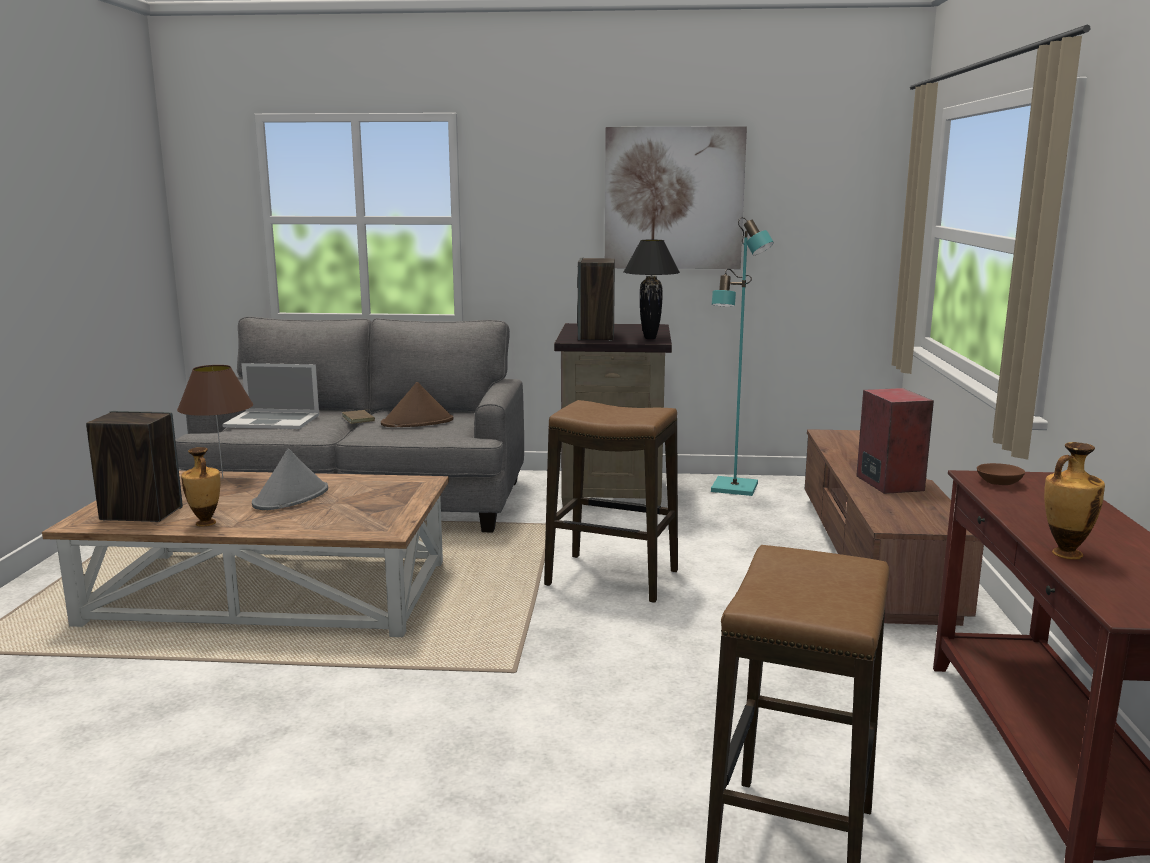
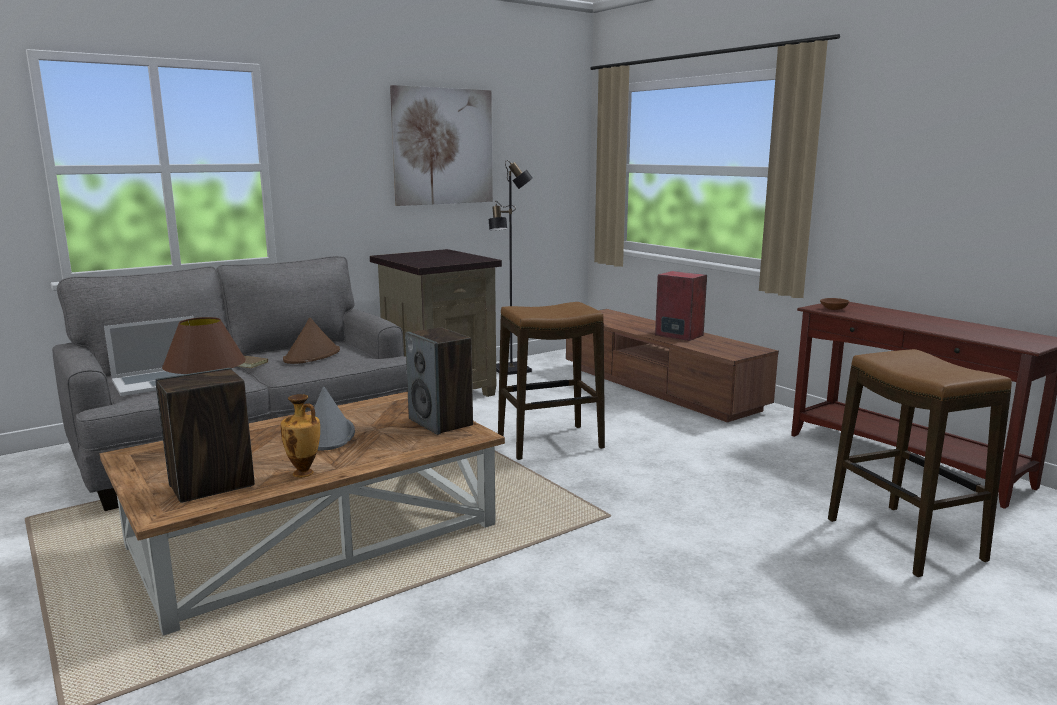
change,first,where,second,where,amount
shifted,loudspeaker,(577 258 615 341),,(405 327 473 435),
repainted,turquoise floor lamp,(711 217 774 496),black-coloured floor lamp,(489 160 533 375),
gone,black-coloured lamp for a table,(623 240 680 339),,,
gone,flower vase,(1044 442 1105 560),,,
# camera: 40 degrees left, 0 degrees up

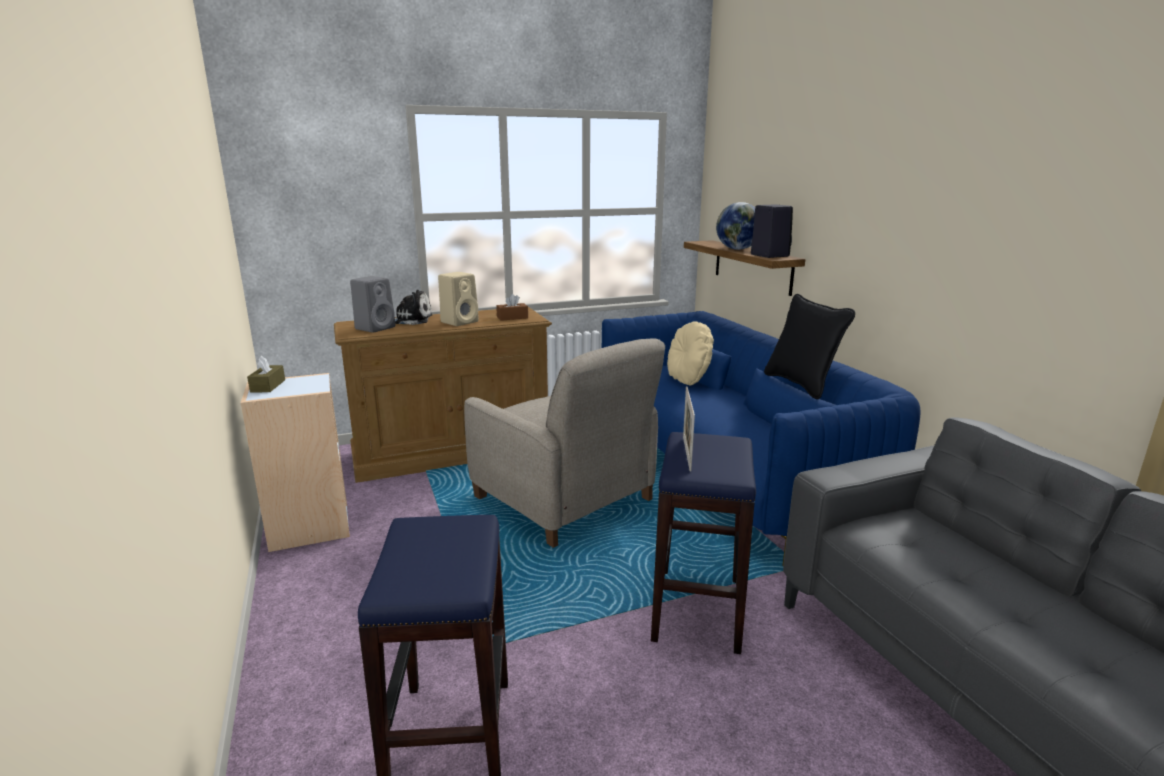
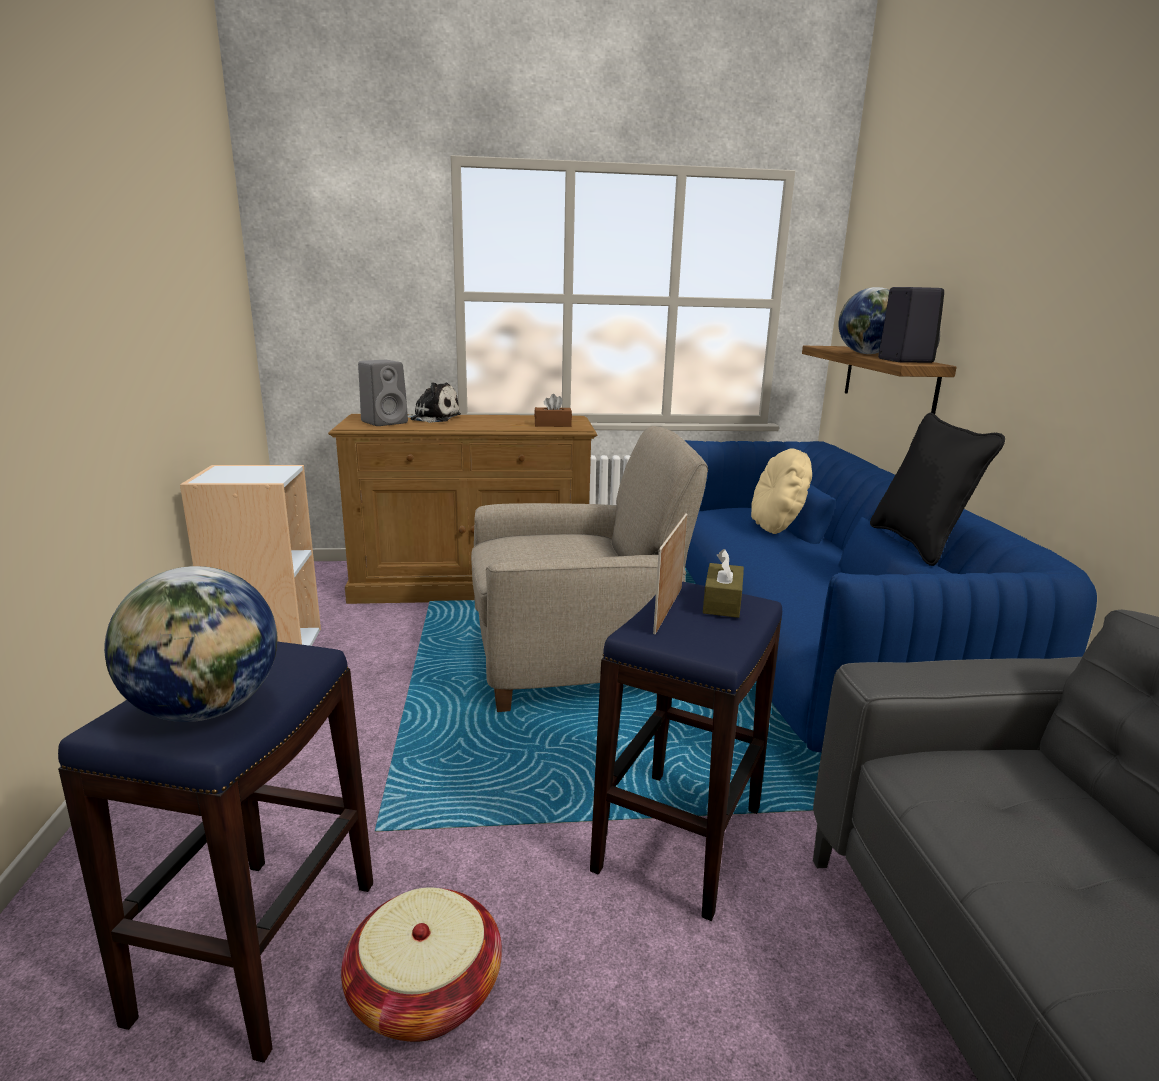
change,first,where,second,where,amount
new,,,globe,(104 566 277 722),
new,,,basket,(341 887 502 1042),
rotated,beige armchair,(464 338 665 548),,(471 426 708 712),75 degrees counterclockwise
shifted,brown-coloured tissue holder,(247 355 285 393),,(703 549 744 618),
gone,beige loudspeaker,(438 272 479 326),,,
# camera: 15 degrees right, 0 degrees up

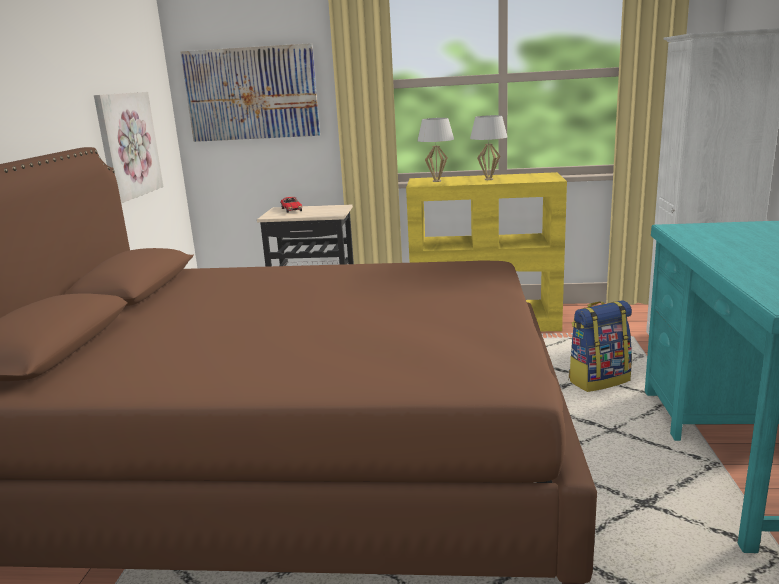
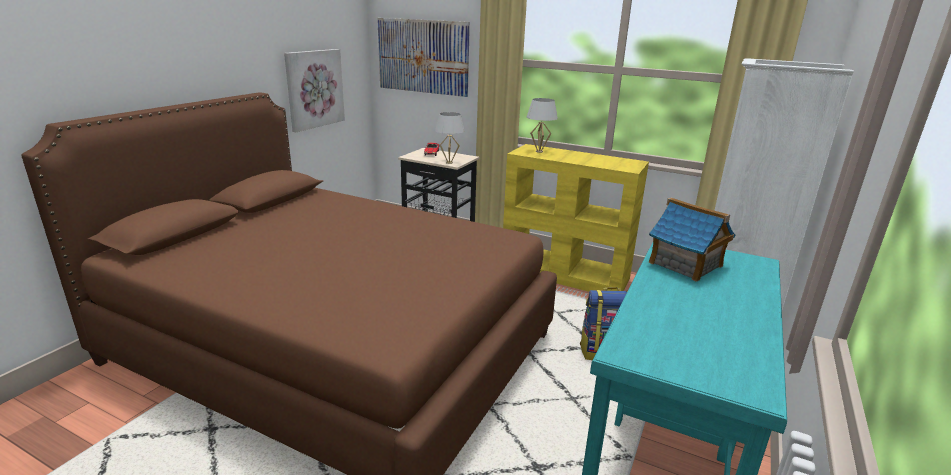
change,first,where,second,where,amount
shifted,whitish lamp for a table,(470 115 508 180),,(435 112 464 164),
new,,,miniature house,(648 198 735 282),
# camera: 20 degrees right, 5 degrees up

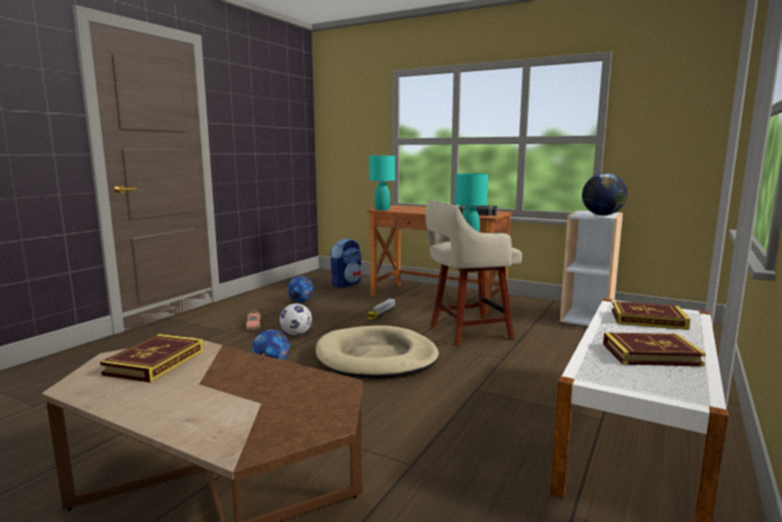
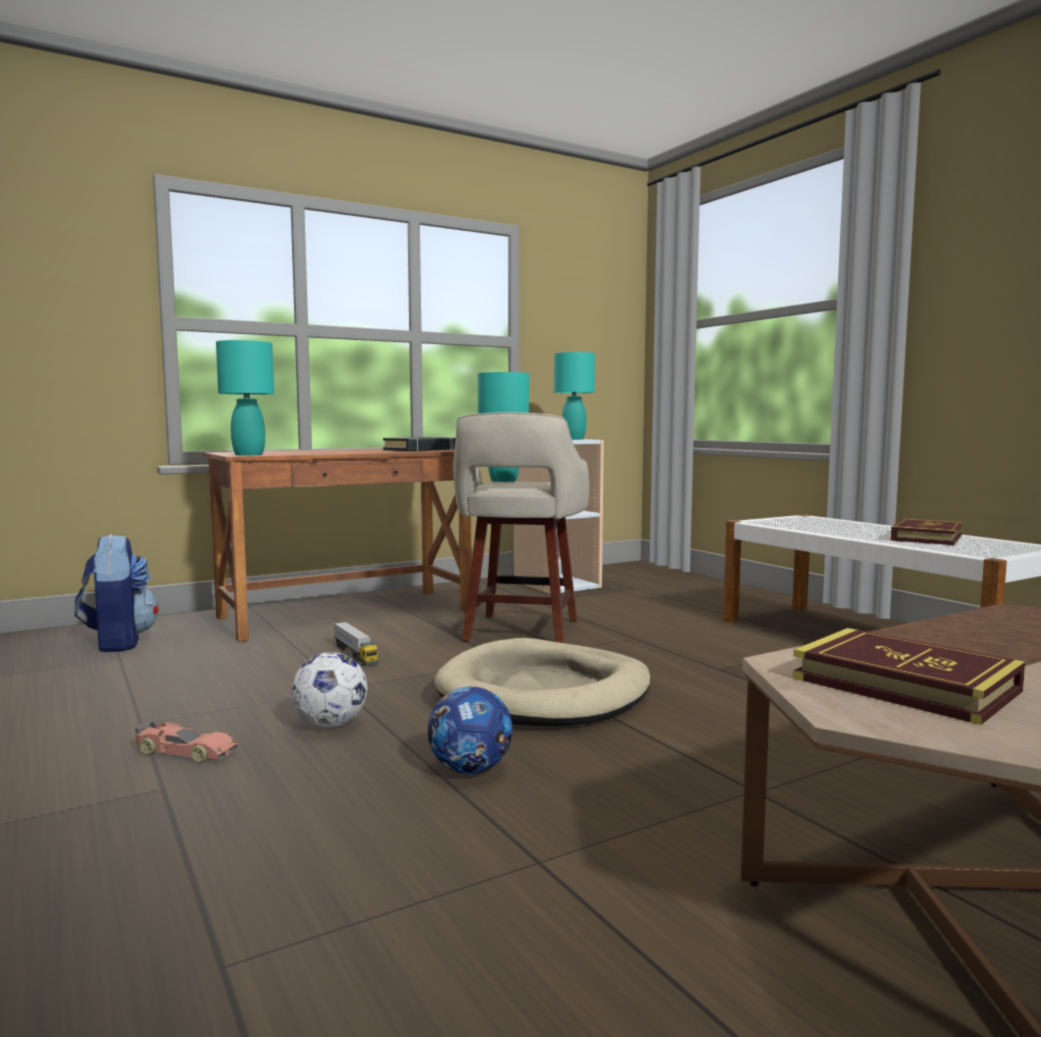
change,first,where,second,where,amount
swapped,globe,(582 173 627 215),turquoise lamp for a table,(554 352 595 440),
gone,football,(287 276 314 302),,,
gone,bound book,(612 301 690 330),,,
# camera: 60 degrees left, 5 degrees down

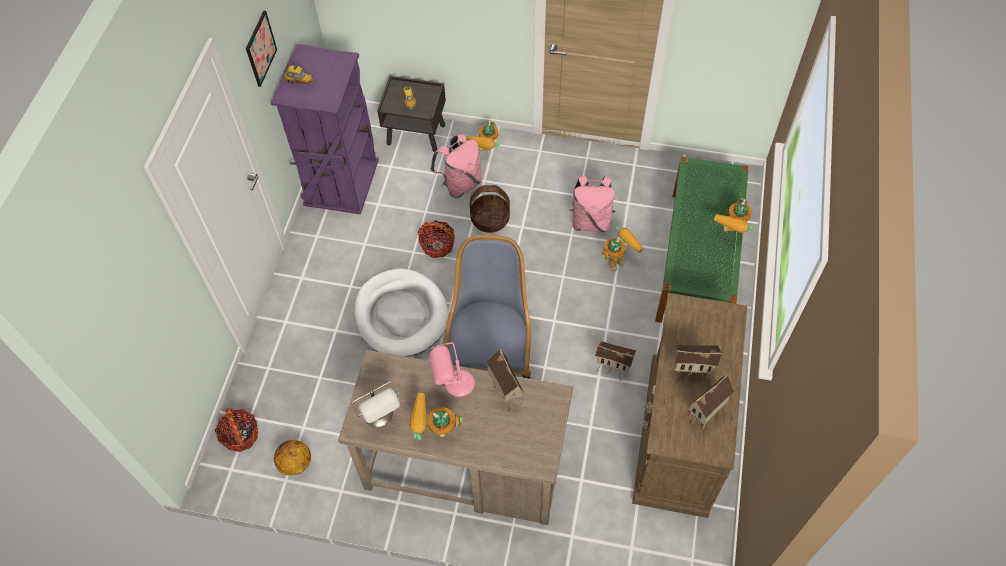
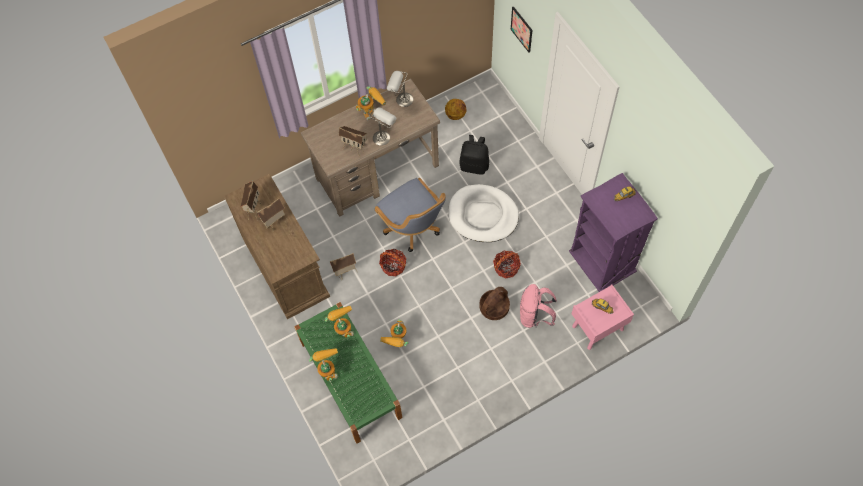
change,first,where,second,where,amount
shifted,model robot,(466 120 500 152),,(325 306 354 337),
repainted,pink-coloured lamp for a table,(429 342 475 397),whitish lamp for a table,(369 107 396 146),
shifted,basket,(215 408 258 452),,(379 249 406 276),
new,,,black-coloured rucksack,(459 135 489 175),
shifted,wall art,(246 11 277 87),,(511 6 532 53),
repainted,brown-coloured nightstand,(377 75 446 152),pink-coloured nightstand,(572 284 634 350),
gone,pink-coloured rucksack,(569 175 615 232),,,
# camera: 140 degrees right, 5 degrees up

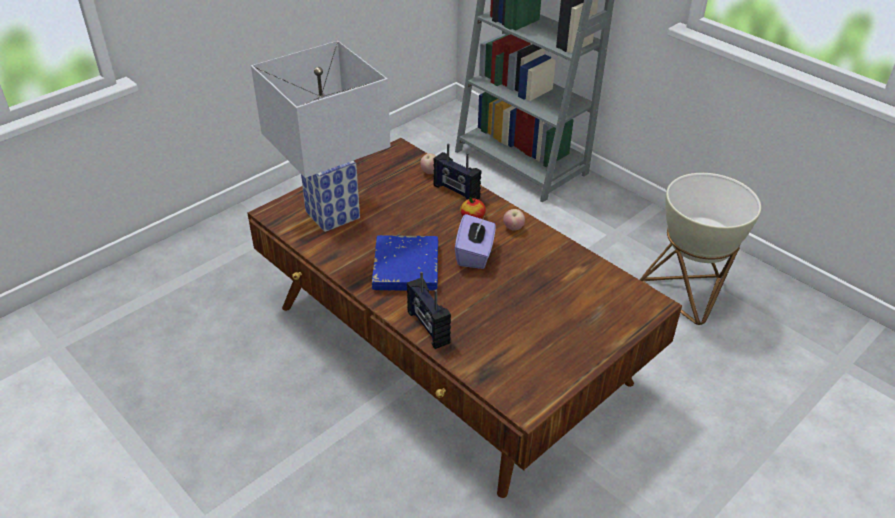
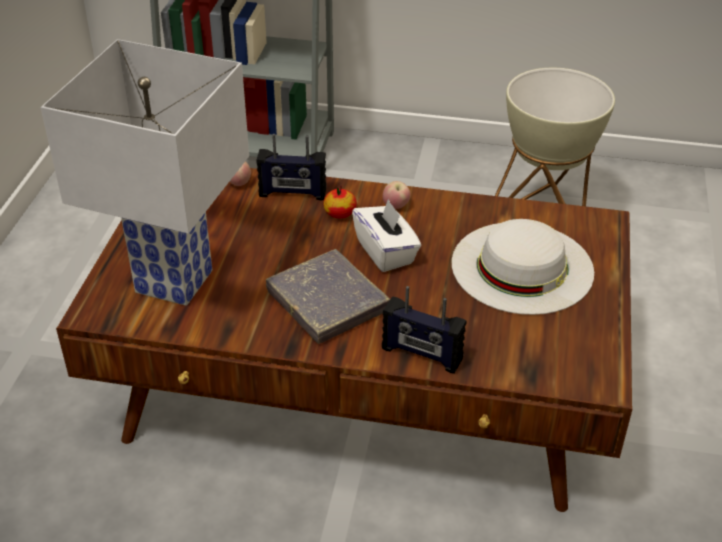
change,first,where,second,where,amount
repainted,blue bound book,(372 235 438 291),grey bound book,(266 249 390 344),
repainted,purple-coloured tissue holder,(455 214 496 269),whitish tissue holder,(352 199 421 272),
new,,,whitish clothing hat,(452 219 594 315),
# camera: 35 degrees left, 0 degrees up

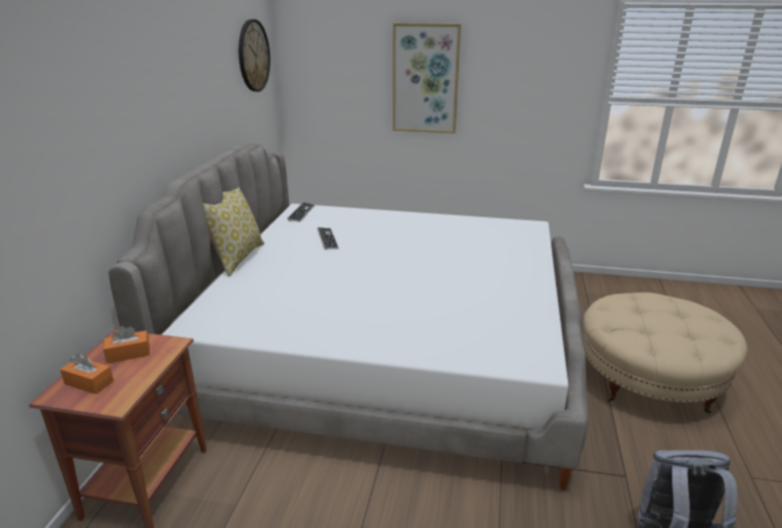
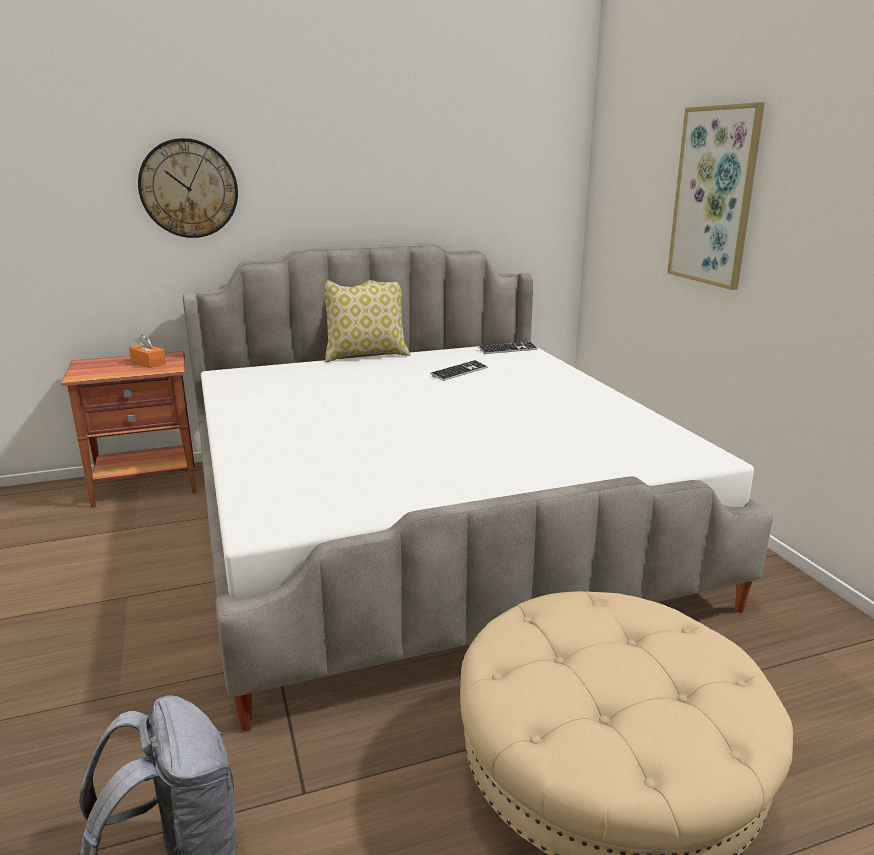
change,first,where,second,where,amount
shifted,clock on the wall,(239 19 270 92),,(138 138 238 238),
gone,orange-coloured tissue holder,(60 354 114 394),,,
# camera: 60 degrees right, 5 degrees down

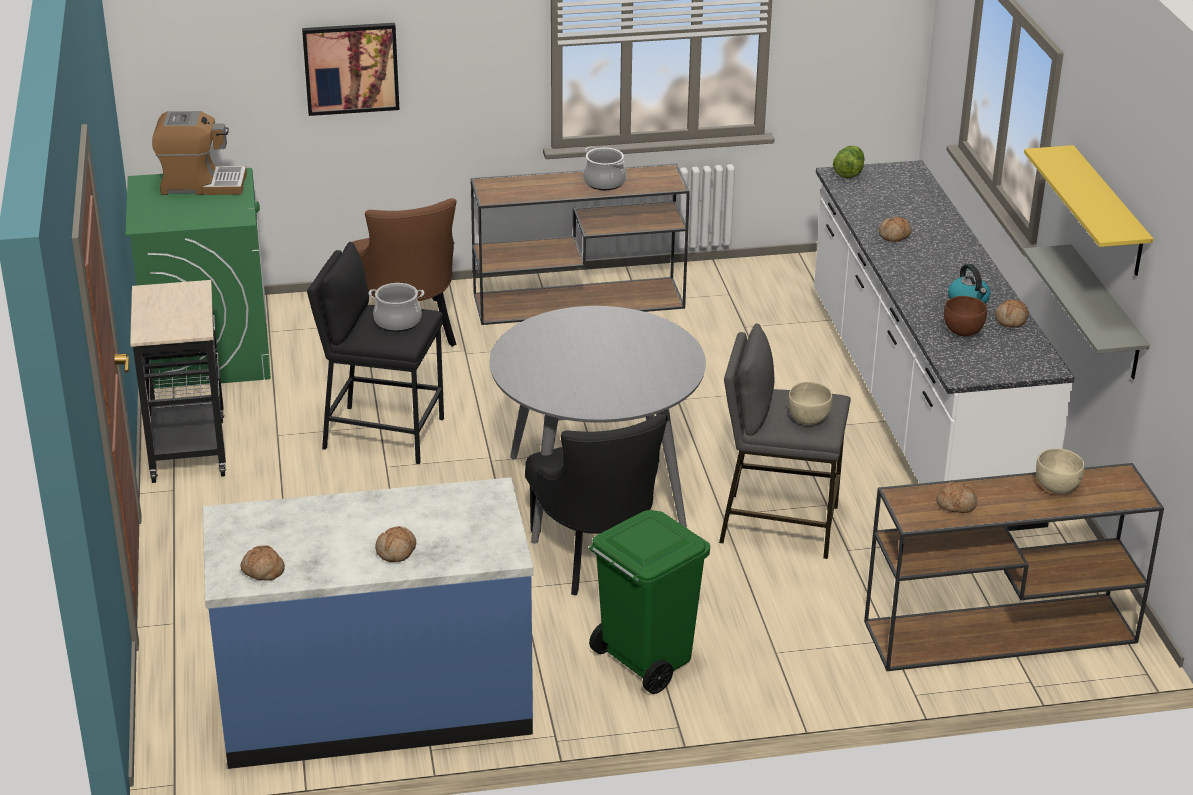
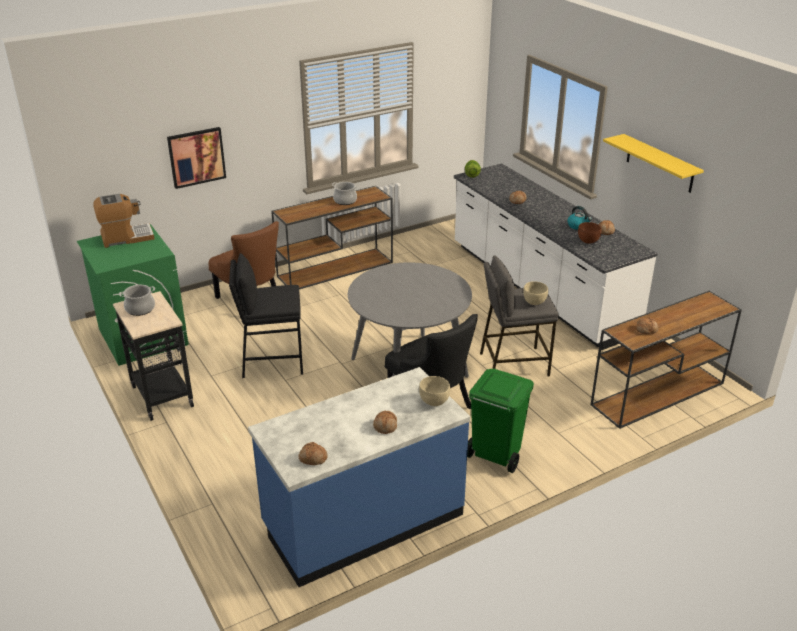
change,first,where,second,where,amount
shifted,stockpot,(368 283 424 332),,(119 285 155 316),
shifted,beige bowl,(1036 448 1084 494),,(419 376 450 406),
gone,grey shelf,(1022 244 1150 379),,,
# camera: 20 degrees left, 0 degrees up

